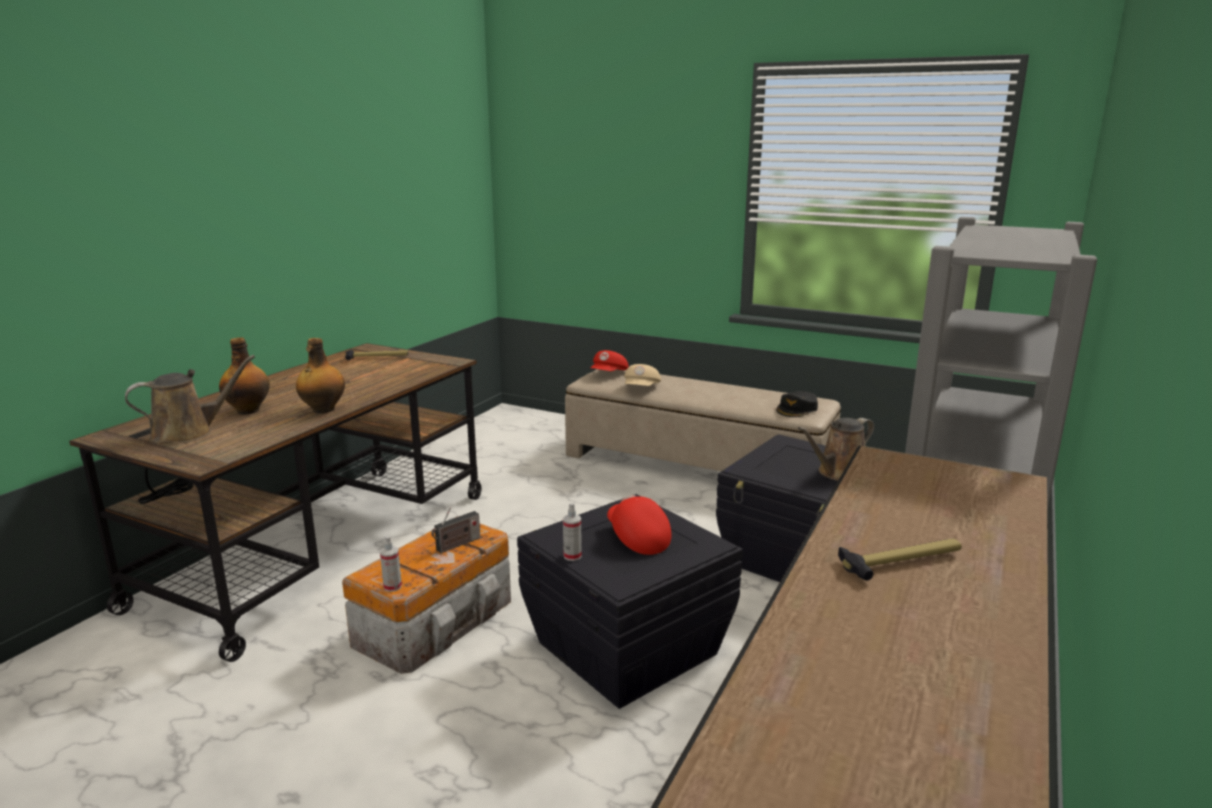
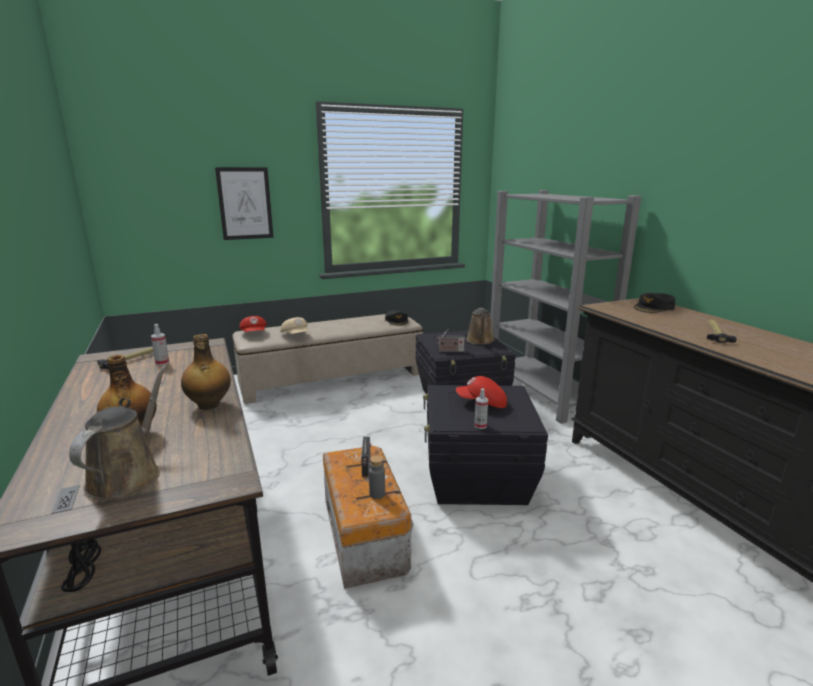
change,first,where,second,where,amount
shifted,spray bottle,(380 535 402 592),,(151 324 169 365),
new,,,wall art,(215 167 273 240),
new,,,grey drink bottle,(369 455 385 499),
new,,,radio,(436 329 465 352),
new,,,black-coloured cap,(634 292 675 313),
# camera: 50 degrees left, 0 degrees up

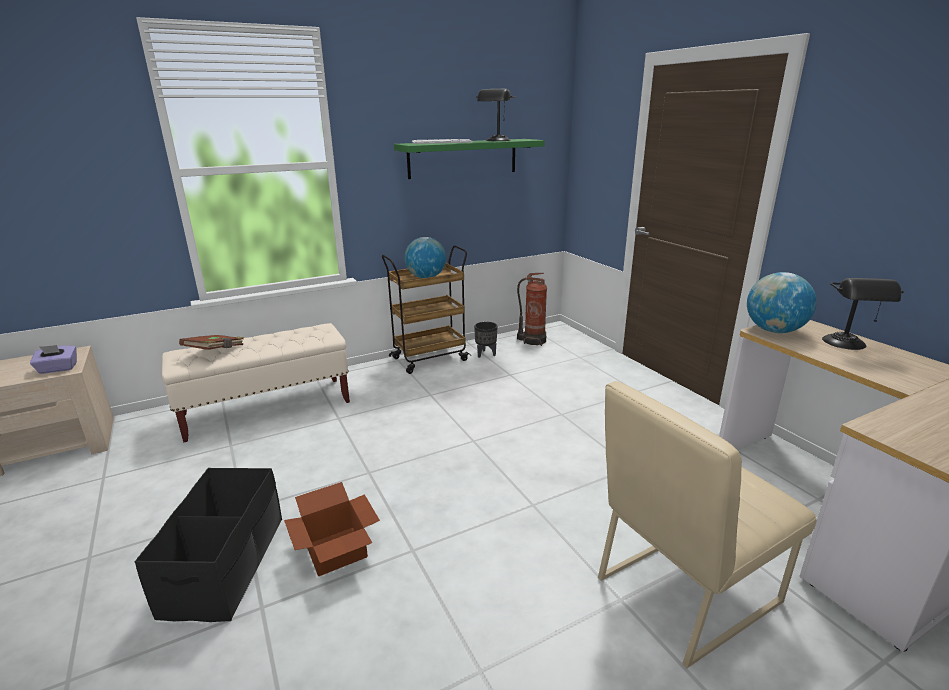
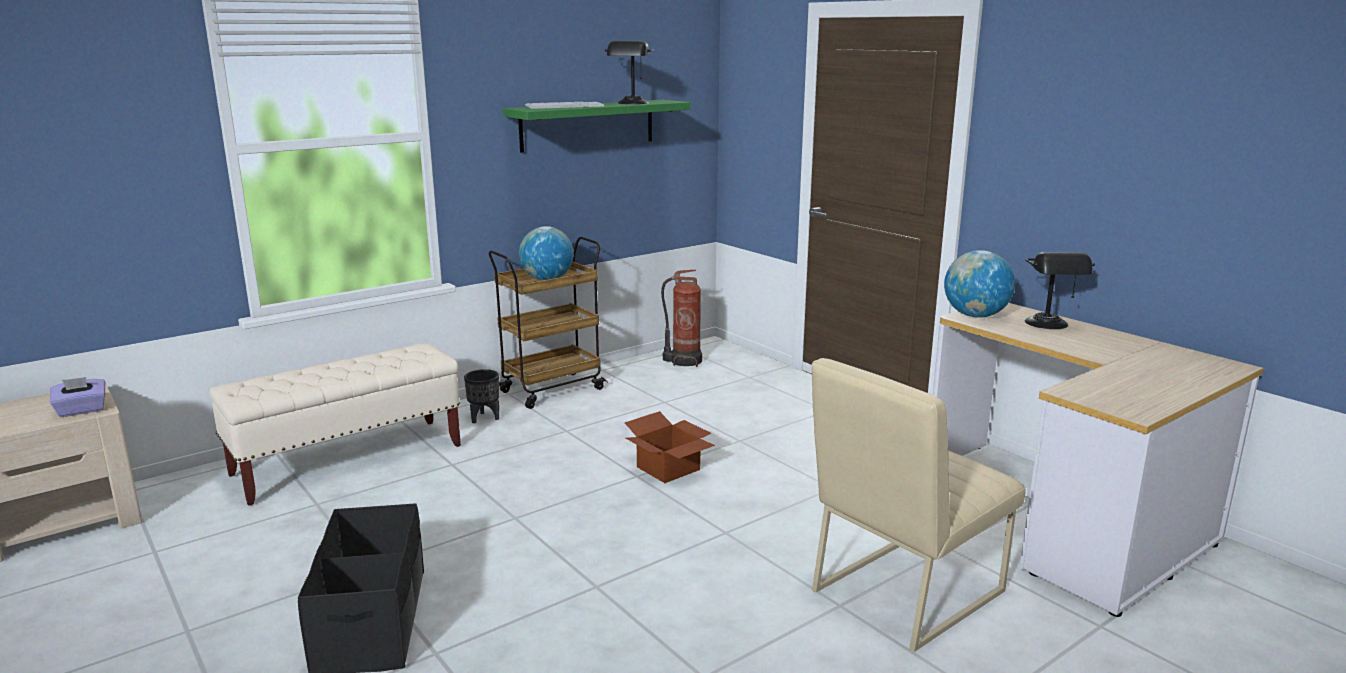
change,first,where,second,where,amount
shifted,black-coloured flower pot,(474 322 498 358),,(464 369 499 423),
shifted,packing box,(284 482 380 576),,(625 411 715 483),
gone,brown-coloured bound book,(179 335 244 350),,,
# camera: 10 degrees left, 5 degrees down

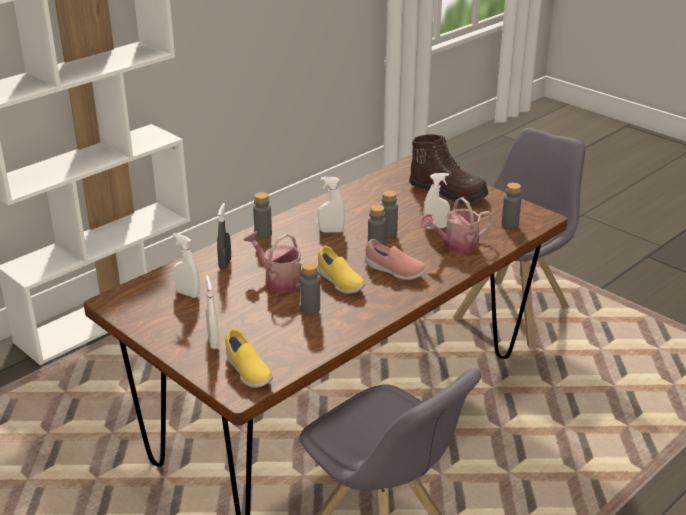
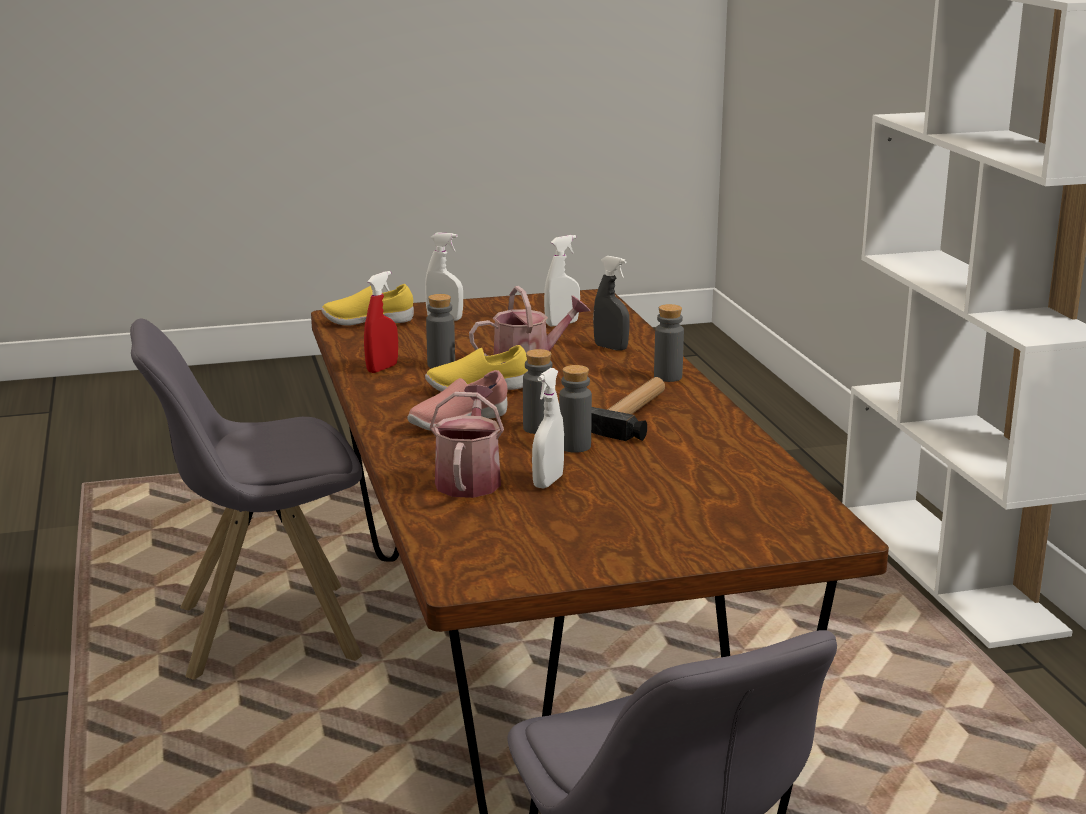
change,first,where,second,where,amount
new,,,red-coloured spray bottle,(364 271 398 373),
swapped,whitish spray bottle,(318 177 345 233),tool hammer,(591 377 665 441),
gone,brown-coloured boot,(409 134 489 204),,,
gone,grey drink bottle,(502 183 521 229),,,
# camera: 120 degrees right, 10 degrees down

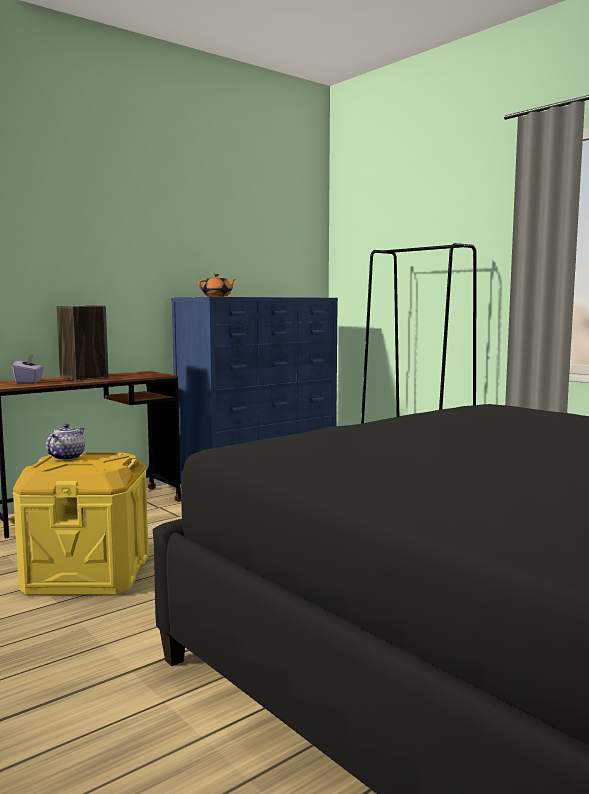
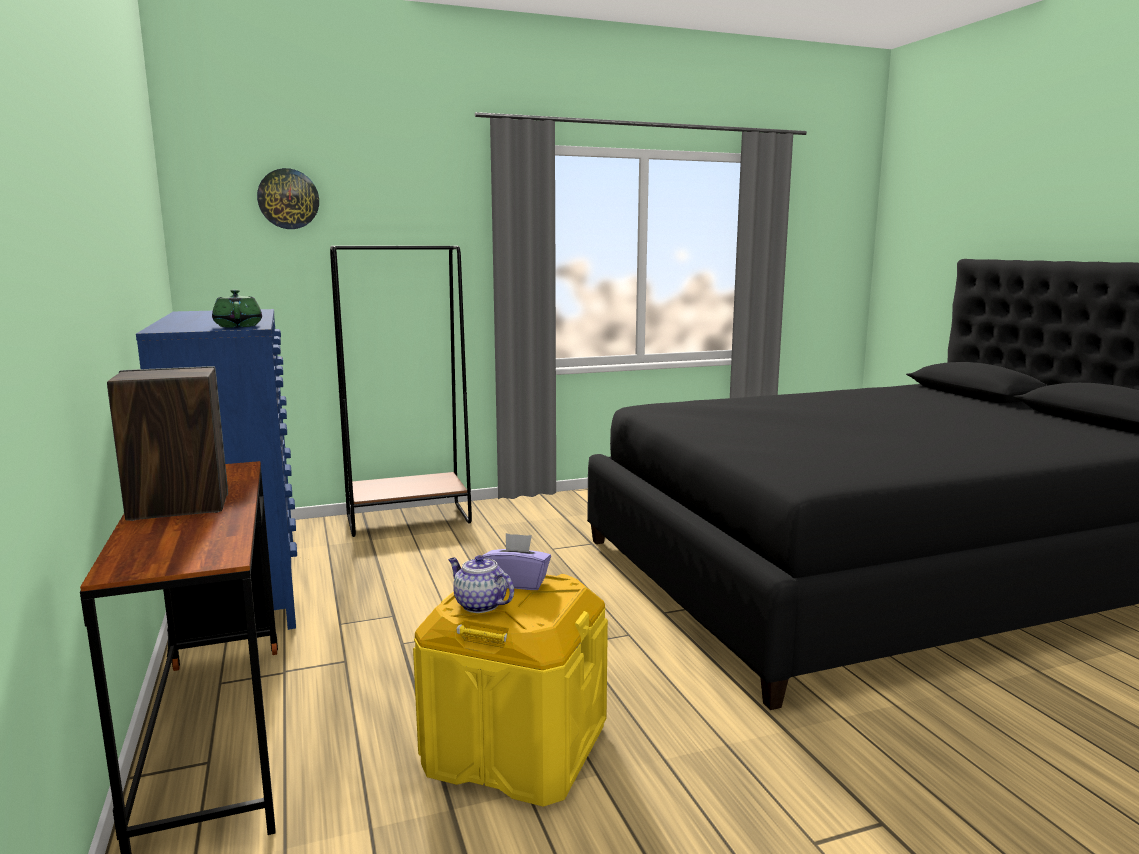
change,first,where,second,where,amount
repainted,orange-coloured teapot,(198 274 236 297),green teapot,(212 290 262 328),
new,,,clock on the wall,(257 168 319 229),
shifted,purple-coloured tissue holder,(12 354 44 384),,(482 533 551 590),
# camera: 70 degrees left, 5 degrees up

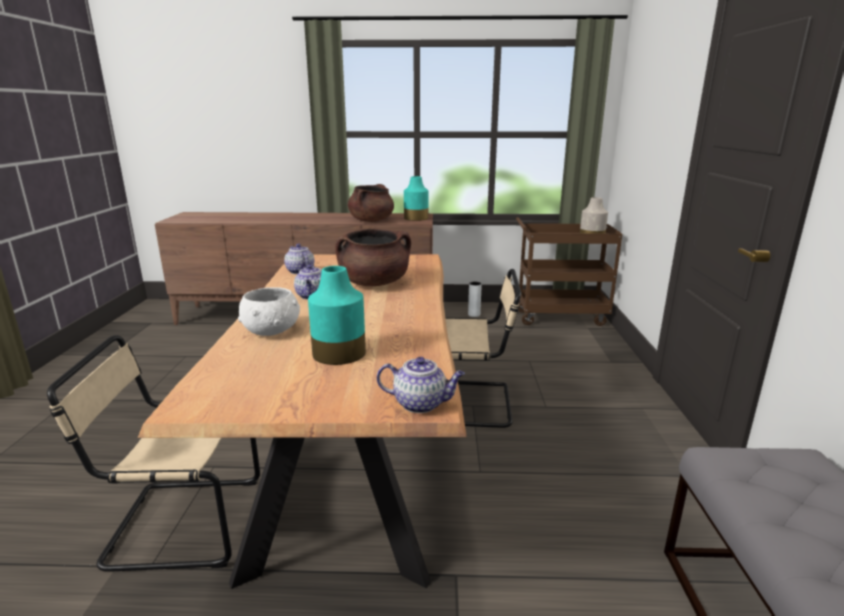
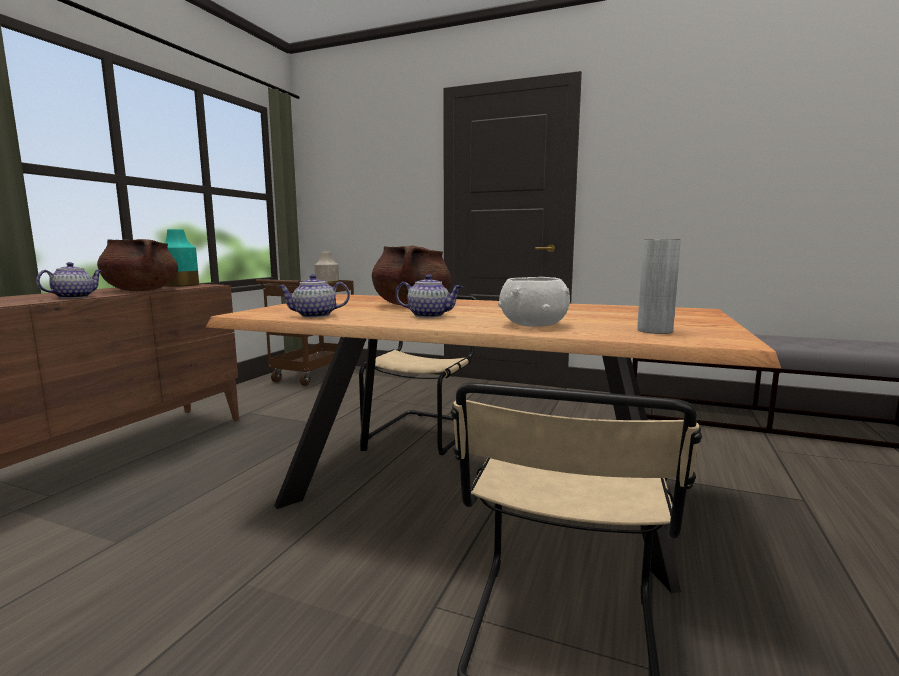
change,first,where,second,where,amount
shifted,teapot,(377 357 465 413),,(36 262 102 298),
shifted,grey flower vase,(468 282 482 317),,(637 239 681 334),
gone,turquoise flower vase,(308 266 366 365),,,
# camera: 70 degrees left, 10 degrees down

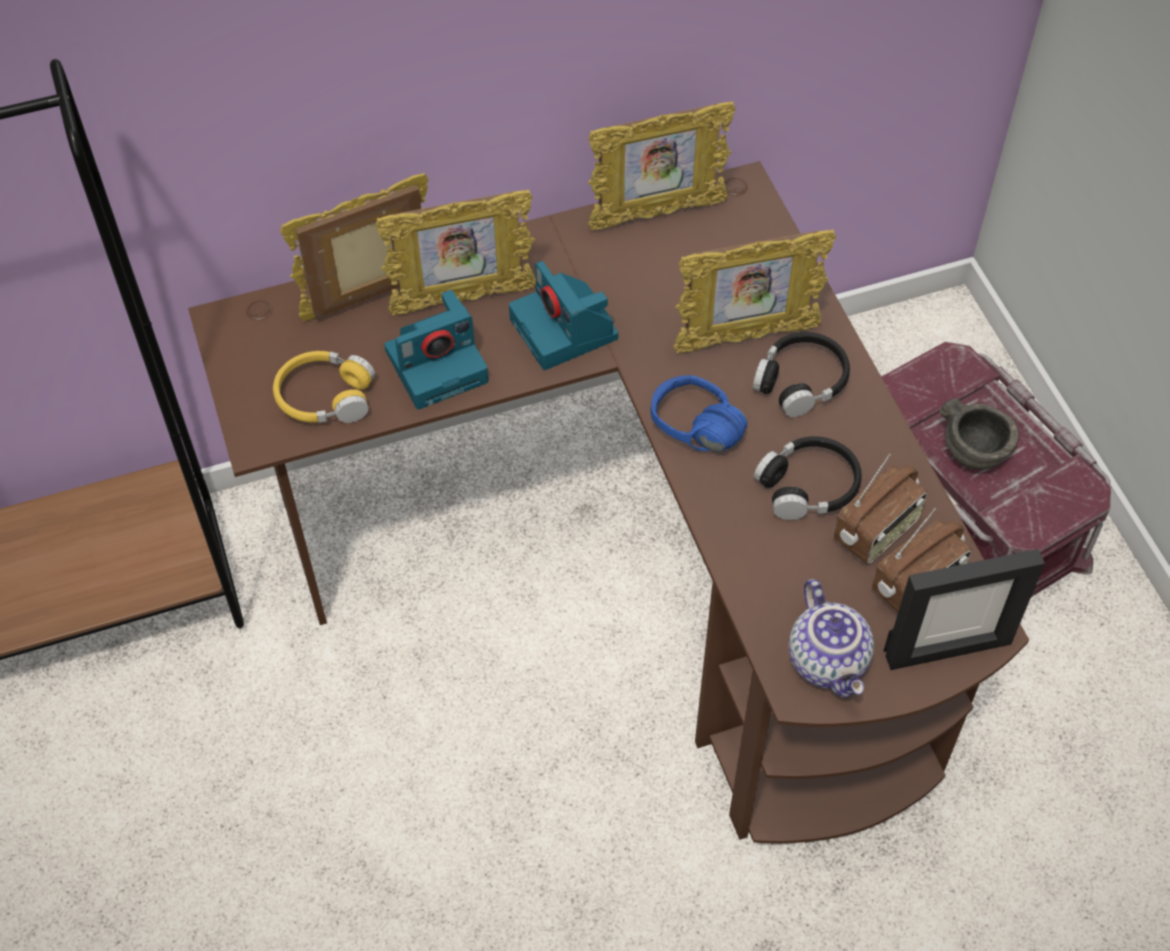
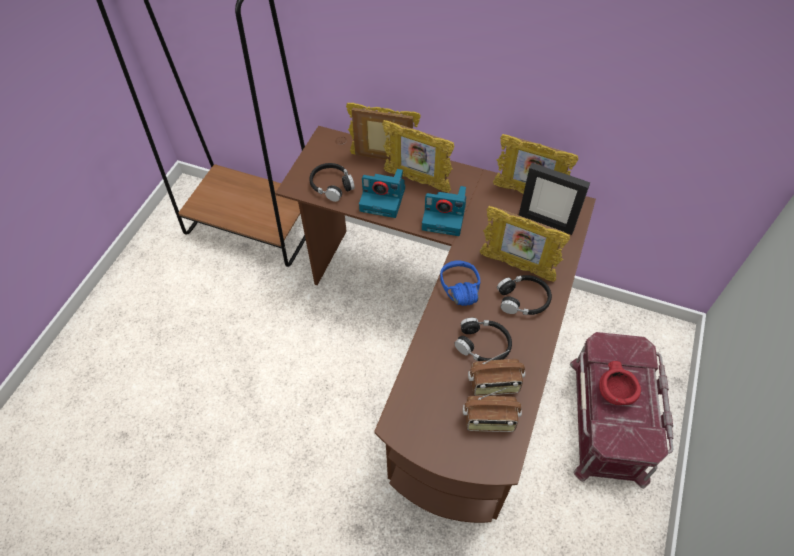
change,first,where,second,where,amount
repainted,yellow headphones,(273 351 375 423),black-coloured headphones,(309 163 355 202),
rotated,still camera,(509 261 618 370),,(422 186 466 236),90 degrees counterclockwise
shifted,picture frame,(883 549 1045 670),,(519 163 590 235),
repainted,grey bowl,(940 398 1019 470),red-coloured bowl,(599 361 641 405),
gone,teapot,(789 579 874 698),,,
# camera: 40 degrees right, 0 degrees up

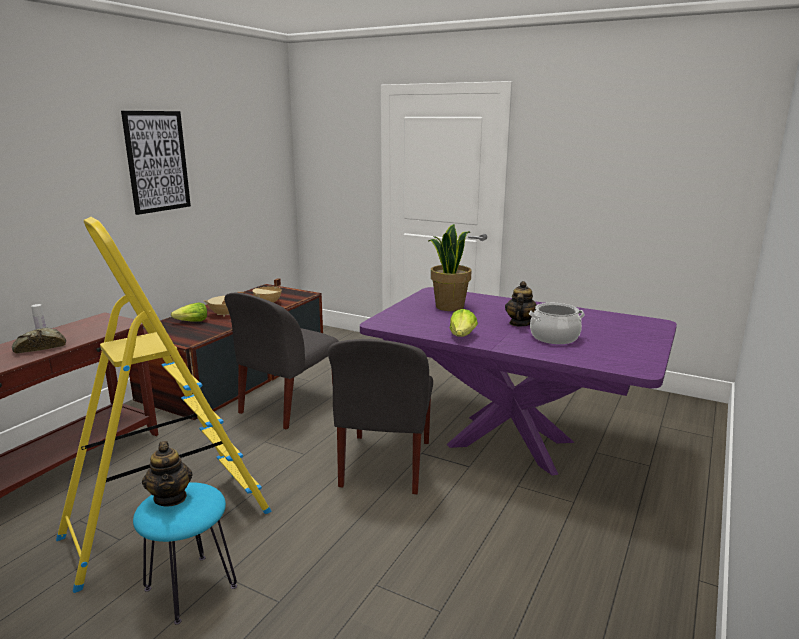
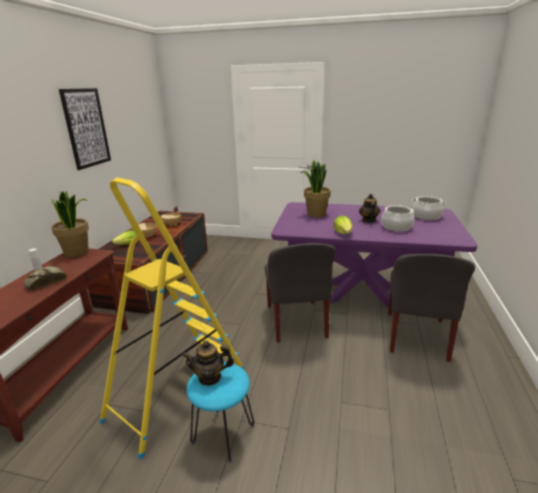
change,first,where,second,where,amount
new,,,plant in a pot,(51 191 89 257),
rotated,teapot,(142 441 193 507),,(182 341 234 386),120 degrees clockwise
shifted,grey chair,(224 293 339 430),,(388 254 475 362),
new,,,stockpot,(412 196 446 220),
# camera: 15 degrees left, 5 degrees up

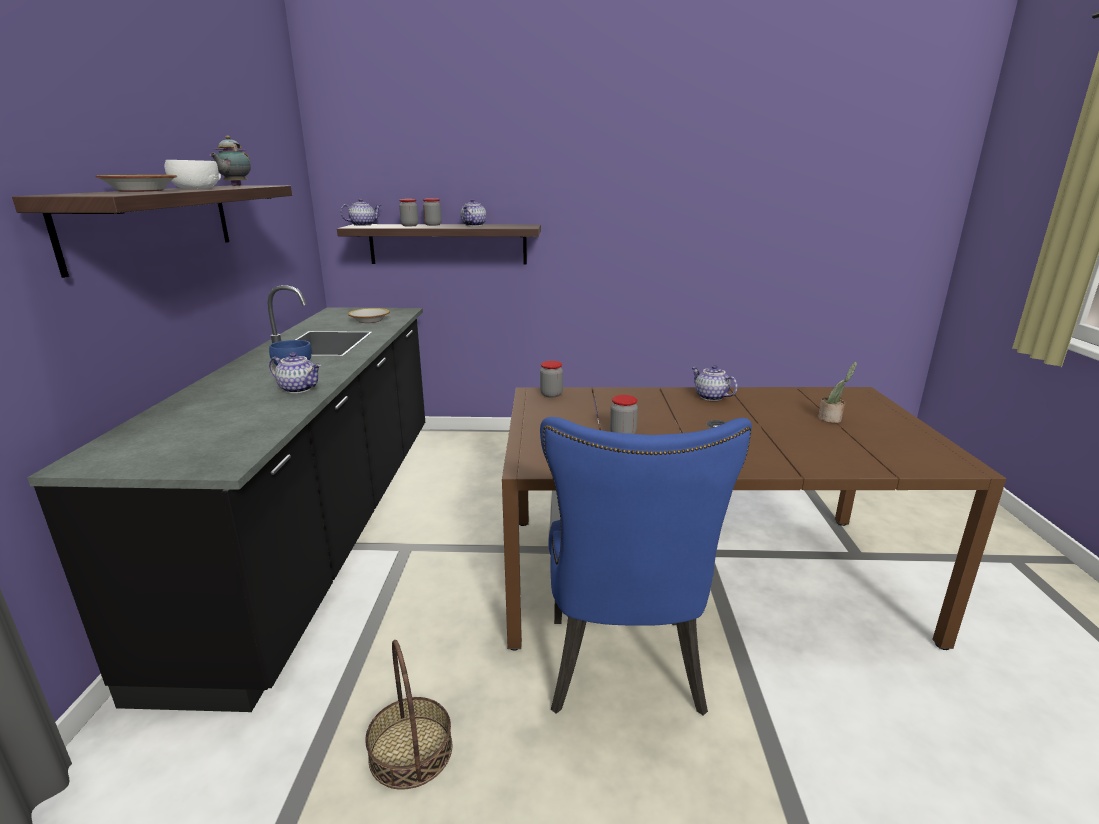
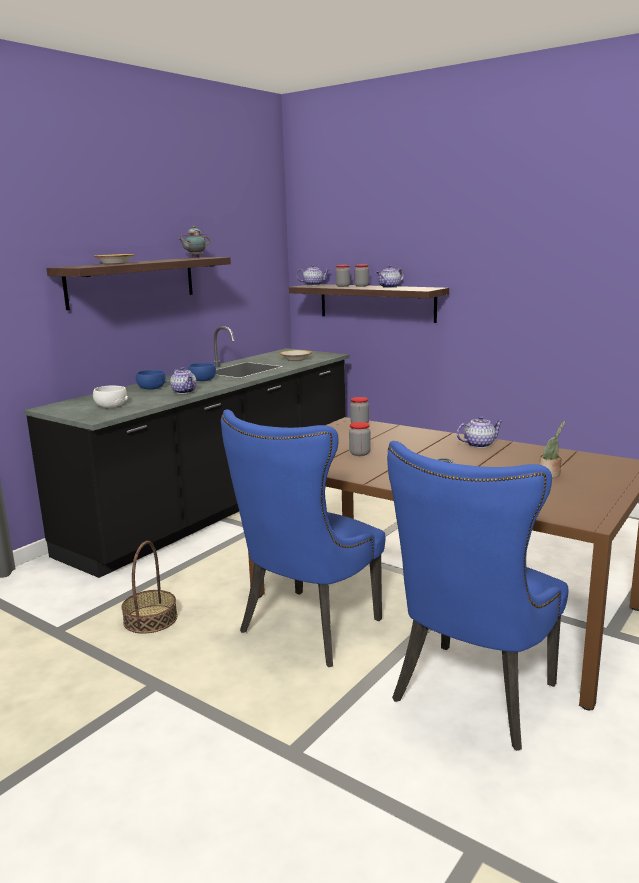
change,first,where,second,where,amount
shifted,whitish bowl,(164 160 221 188),,(93 386 128 408),
new,,,blue bowl,(136 370 167 390),
new,,,blue chair,(387 441 568 751),
rotated,teapot,(691 365 738 401),,(457 416 503 448),75 degrees clockwise
# camera: 35 degrees right, 5 degrees down

